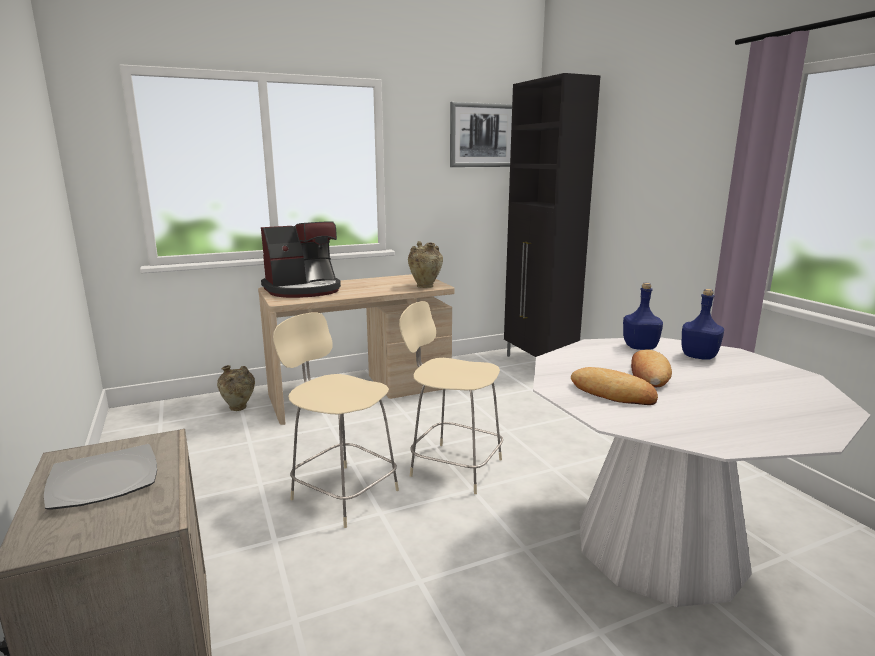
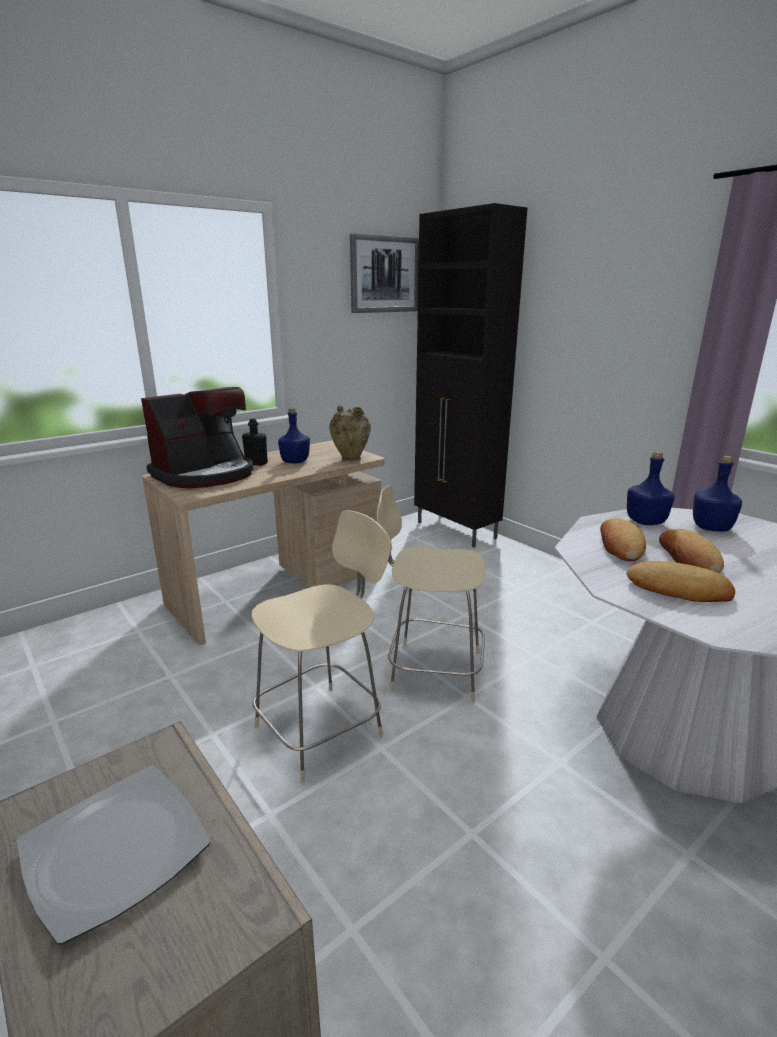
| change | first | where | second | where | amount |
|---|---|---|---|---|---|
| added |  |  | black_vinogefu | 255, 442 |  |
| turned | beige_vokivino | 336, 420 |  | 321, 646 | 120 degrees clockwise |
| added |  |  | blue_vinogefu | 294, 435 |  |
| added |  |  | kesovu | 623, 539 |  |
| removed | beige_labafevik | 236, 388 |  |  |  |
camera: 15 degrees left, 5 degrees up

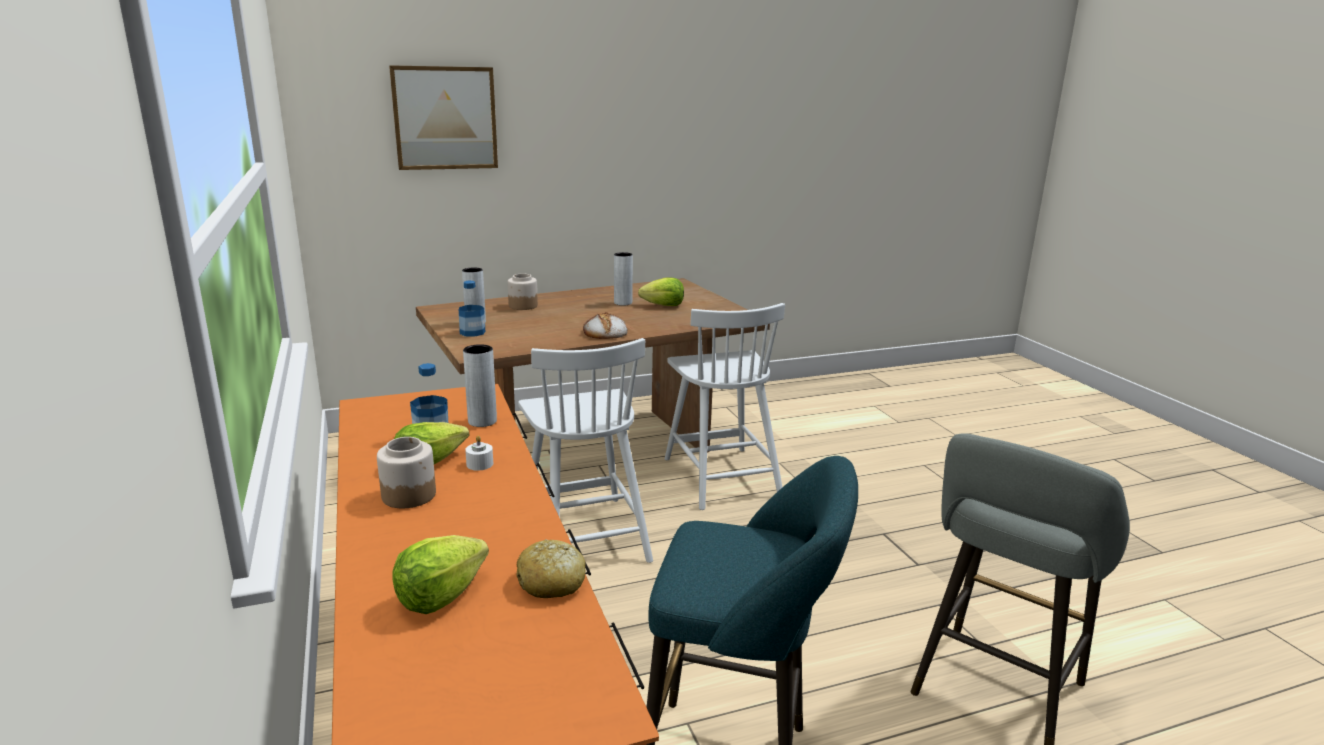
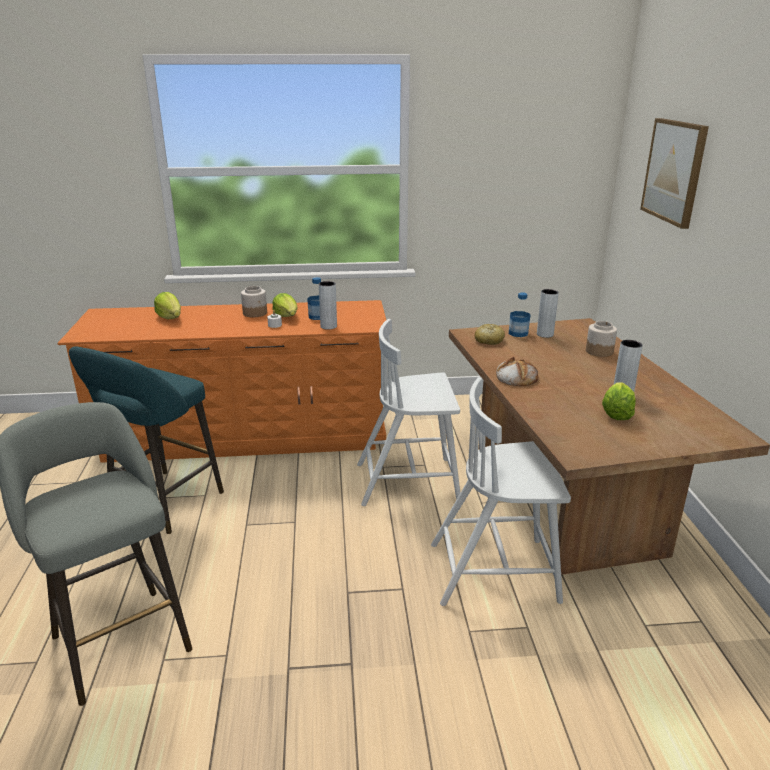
| change | first | where | second | where | amount |
|---|---|---|---|---|---|
| moved | kesovu | 551, 568 |  | 490, 334 |  |
camera: 105 degrees right, 5 degrees up

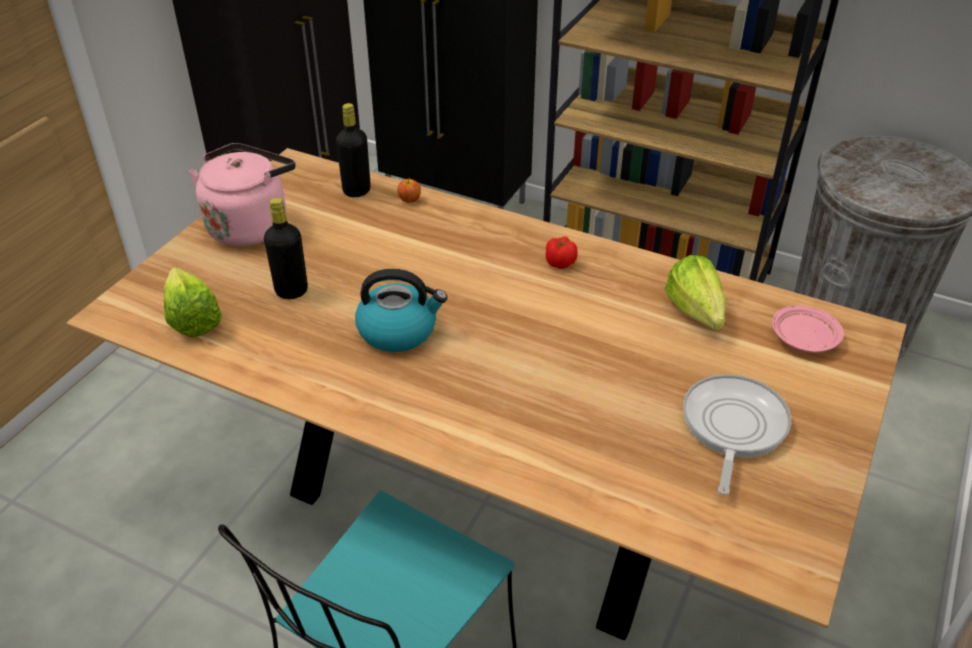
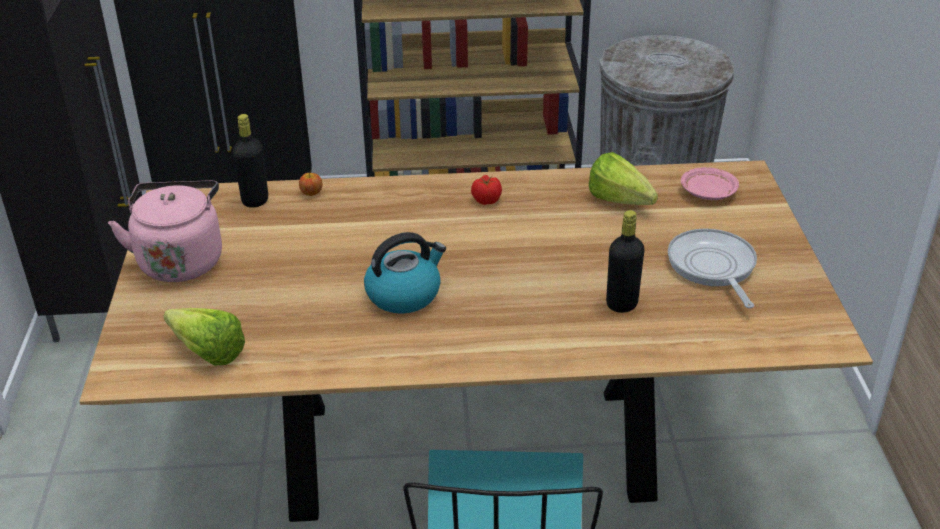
| change | first | where | second | where | amount |
|---|---|---|---|---|---|
| moved | black_vinogefu | 286, 248 |  | 625, 261 |  |
camera: 30 degrees left, 5 degrees down

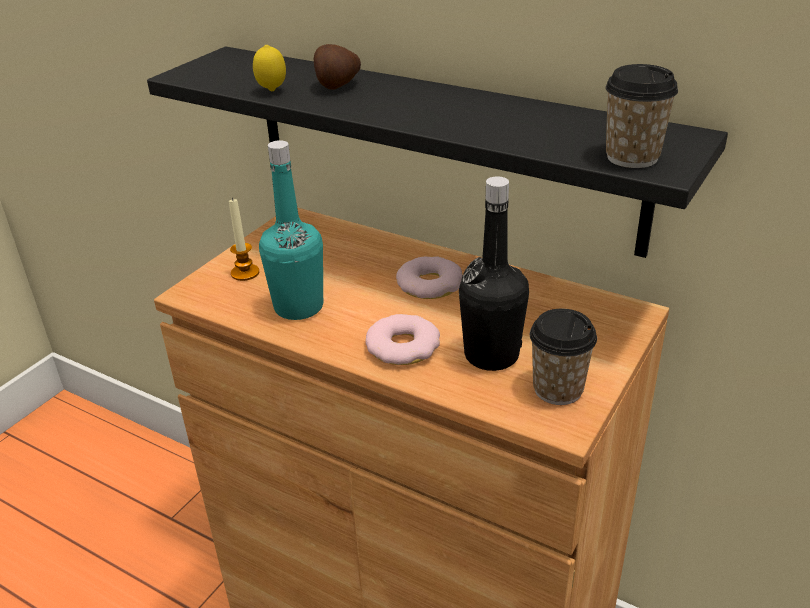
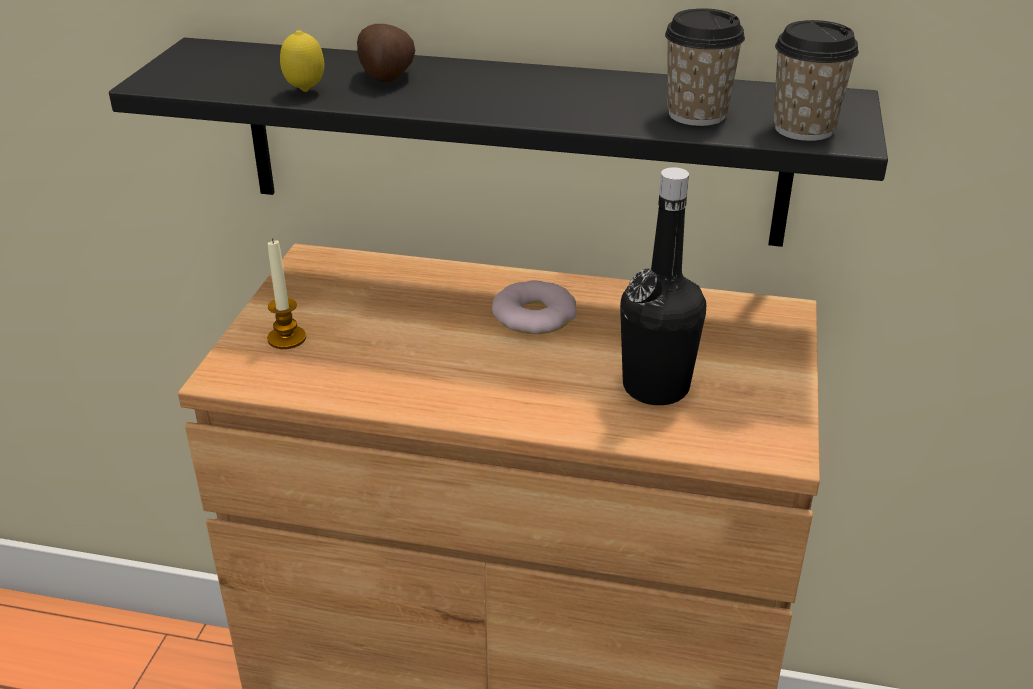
| change | first | where | second | where | amount |
|---|---|---|---|---|---|
| moved | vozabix | 563, 357 |  | 705, 67 |  |
| removed | turquoise_vinogefu | 291, 230 |  |  |  |
| removed | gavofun | 402, 339 |  |  |  |
camera: 20 degrees left, 0 degrees up

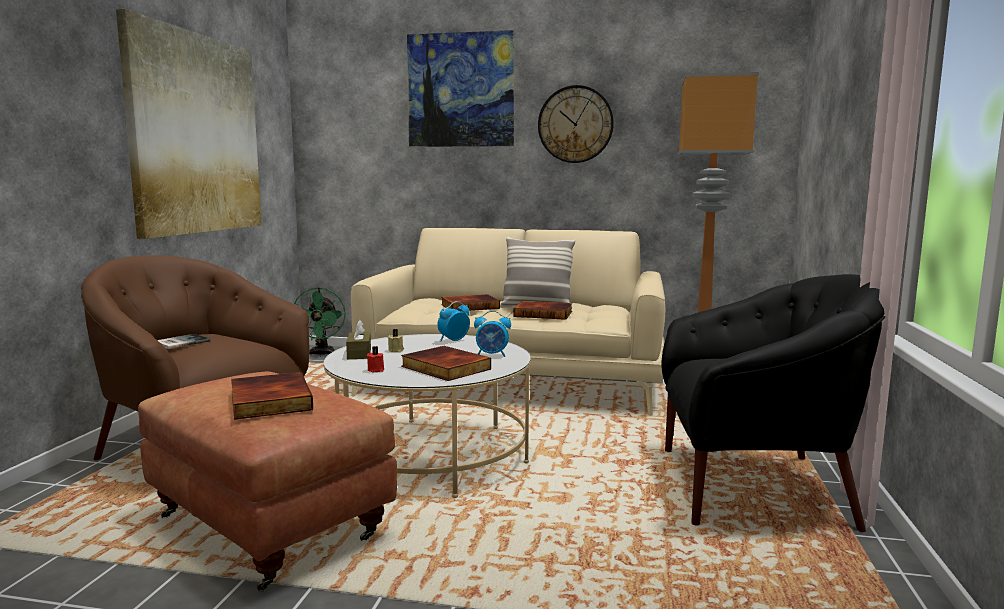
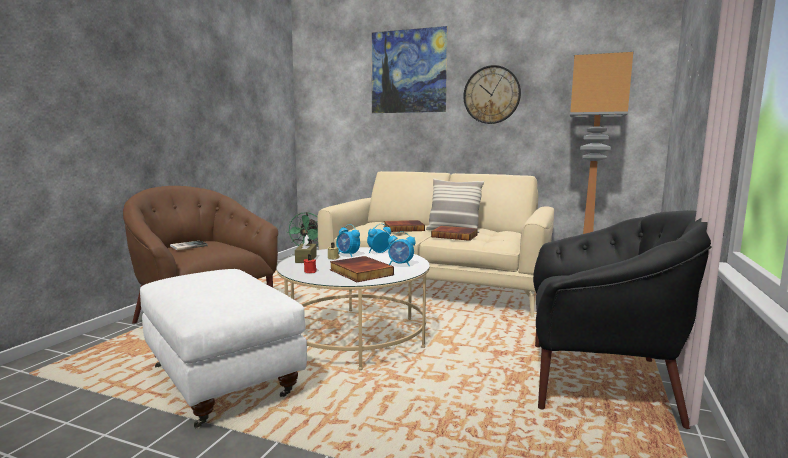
| change | first | where | second | where | amount |
|---|---|---|---|---|---|
| recoloured | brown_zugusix | 267, 482 | white_zugusix | 223, 349 |  |
| added |  |  | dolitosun | 348, 240 |  |
| removed | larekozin | 189, 124 |  |  |  |
| removed | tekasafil | 272, 396 |  |  |  |
camera: 10 degrees right, 0 degrees up

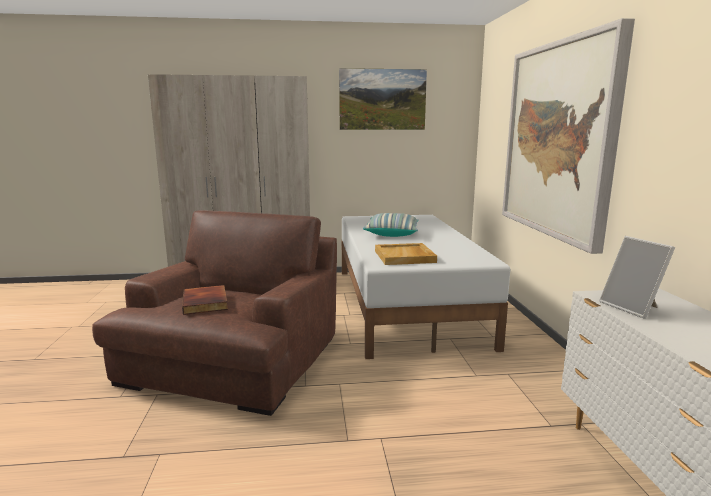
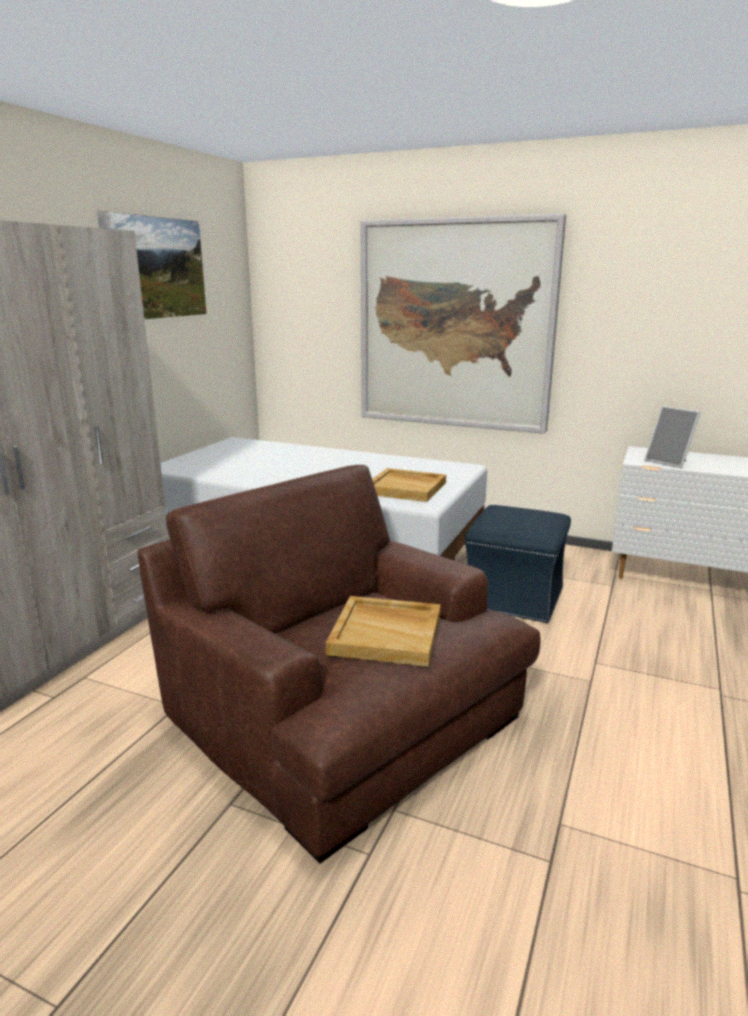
| change | first | where | second | where | amount |
|---|---|---|---|---|---|
| replaced | tekasafil | 205, 300 | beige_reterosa | 383, 631 |  |
| added |  |  | blue_zugusix | 518, 564 |  |
| turned | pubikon | 637, 277 |  | 672, 437 | 45 degrees clockwise |
| removed | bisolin | 391, 225 |  |  |  |
camera: 60 degrees left, 5 degrees up

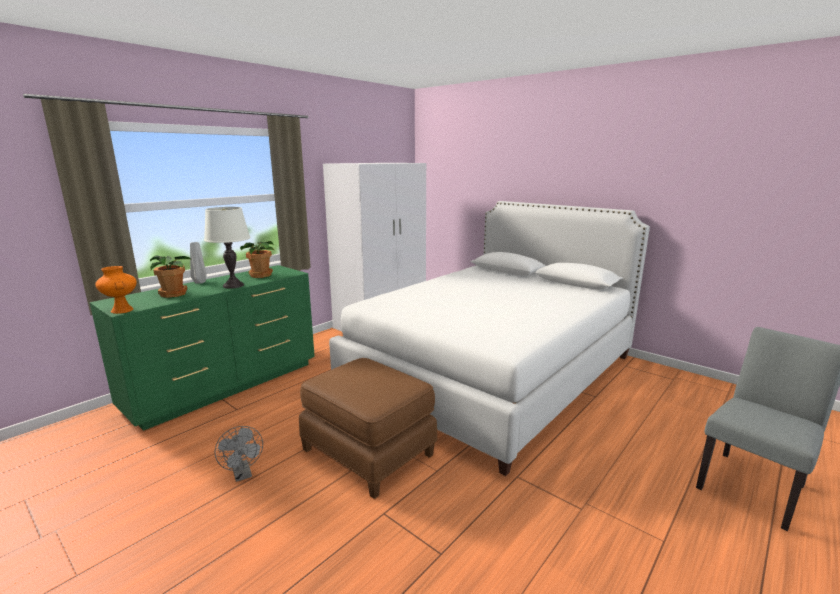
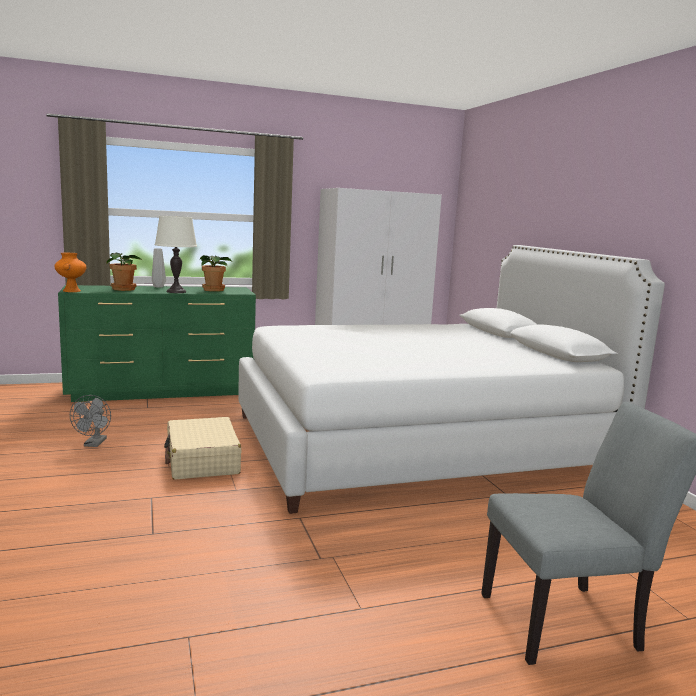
| change | first | where | second | where | amount |
|---|---|---|---|---|---|
| replaced | brown_zugusix | 368, 428 | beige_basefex | 203, 448 |  |
camera: 30 degrees right, 5 degrees down

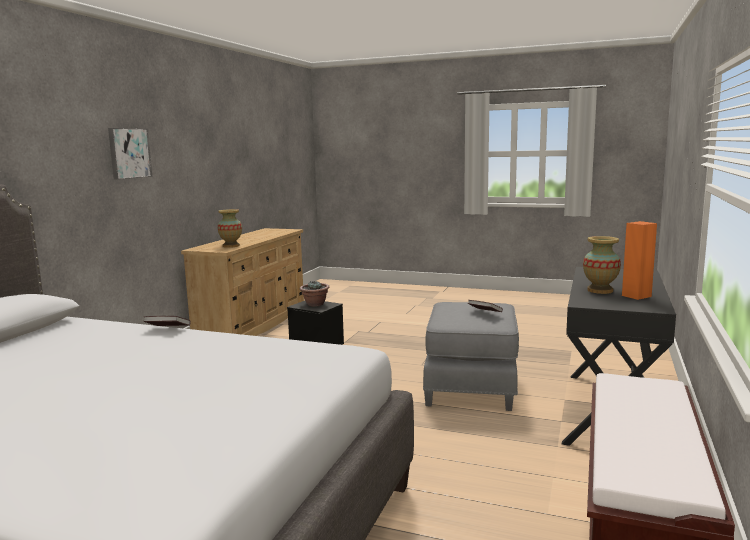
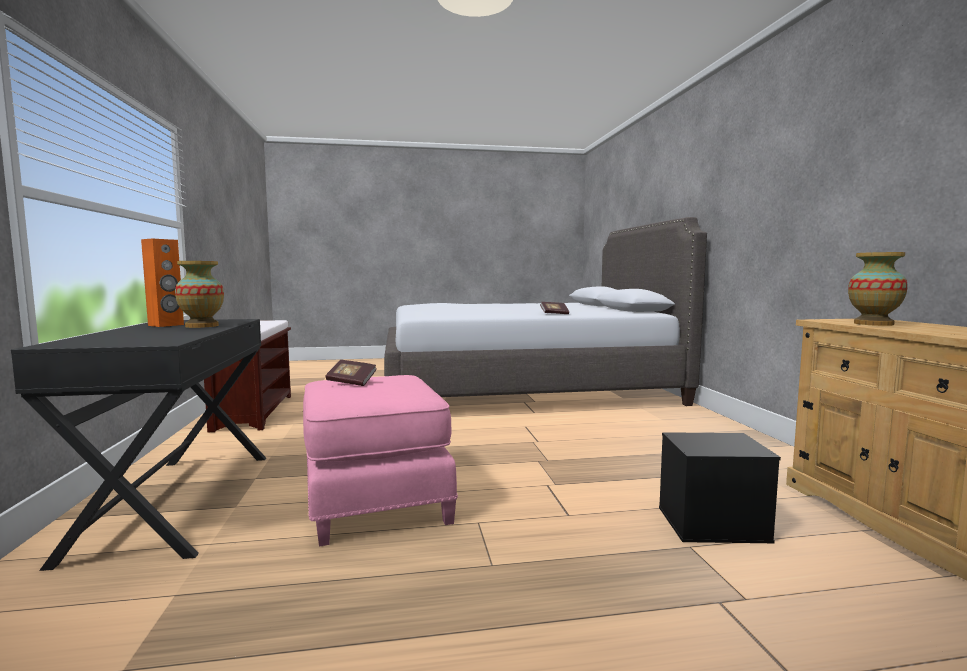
| change | first | where | second | where | amount |
|---|---|---|---|---|---|
| recoloured | grey_zugusix | 471, 356 | pink_zugusix | 380, 460 |  |
| removed | larekozin | 130, 154 |  |  |  |
| removed | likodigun | 314, 294 |  |  |  |
camera: 150 degrees right, 5 degrees down

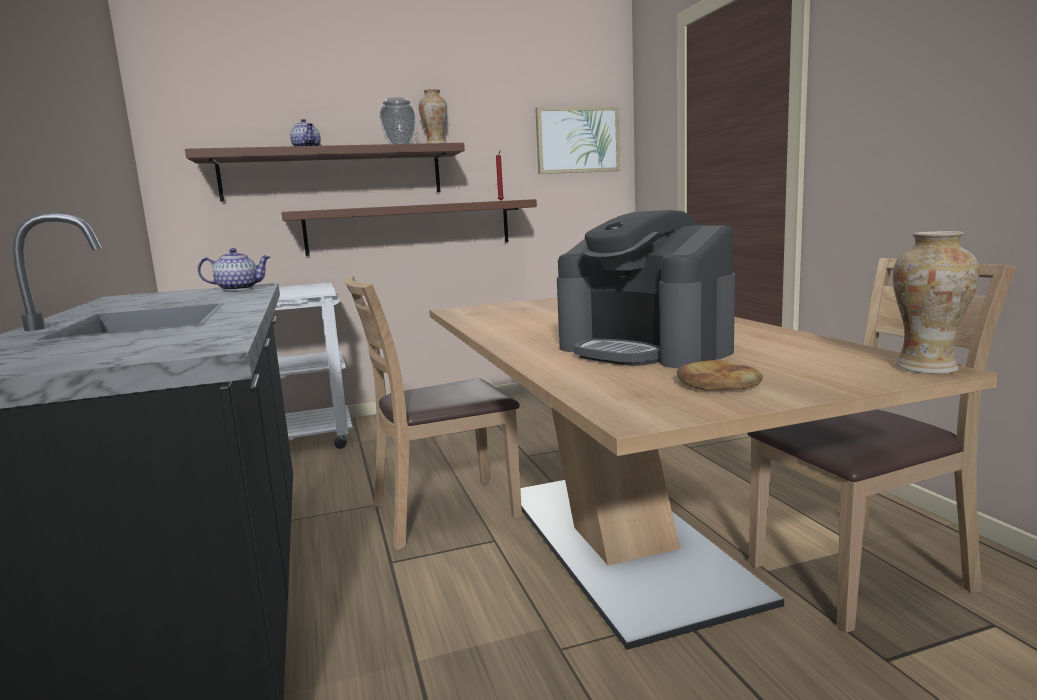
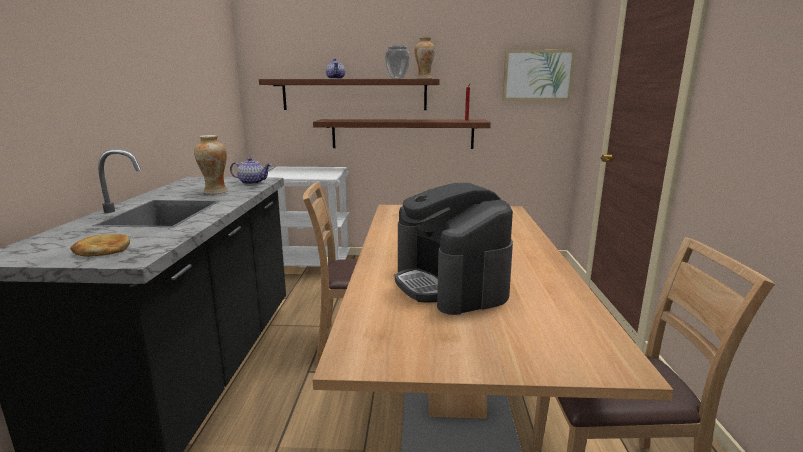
| change | first | where | second | where | amount |
|---|---|---|---|---|---|
| moved | kesovu | 720, 375 |  | 100, 245 |  |
| moved | labafevik | 936, 302 |  | 211, 164 |  |
camera: 20 degrees right, 5 degrees up

